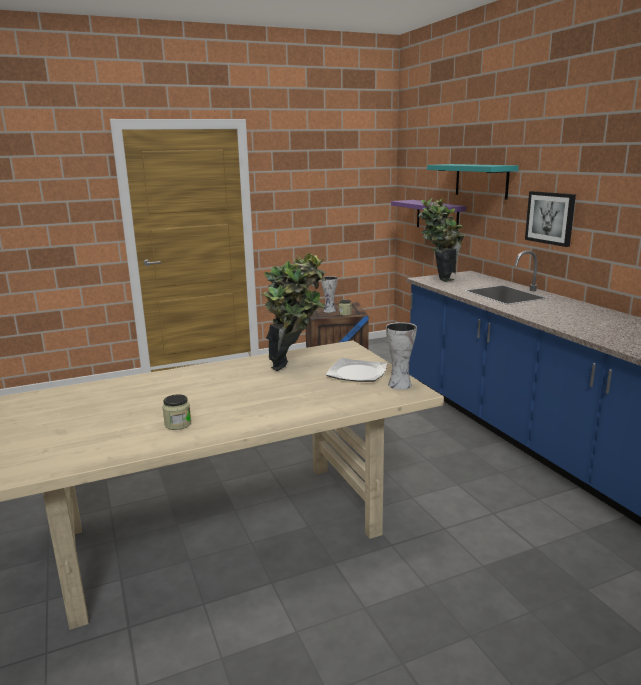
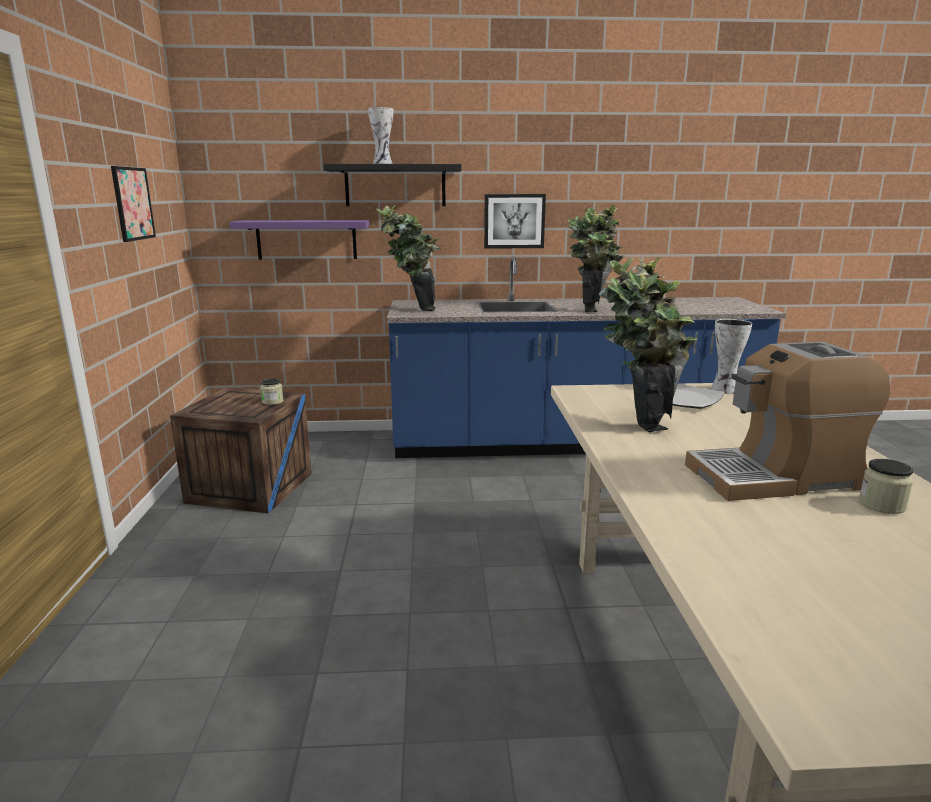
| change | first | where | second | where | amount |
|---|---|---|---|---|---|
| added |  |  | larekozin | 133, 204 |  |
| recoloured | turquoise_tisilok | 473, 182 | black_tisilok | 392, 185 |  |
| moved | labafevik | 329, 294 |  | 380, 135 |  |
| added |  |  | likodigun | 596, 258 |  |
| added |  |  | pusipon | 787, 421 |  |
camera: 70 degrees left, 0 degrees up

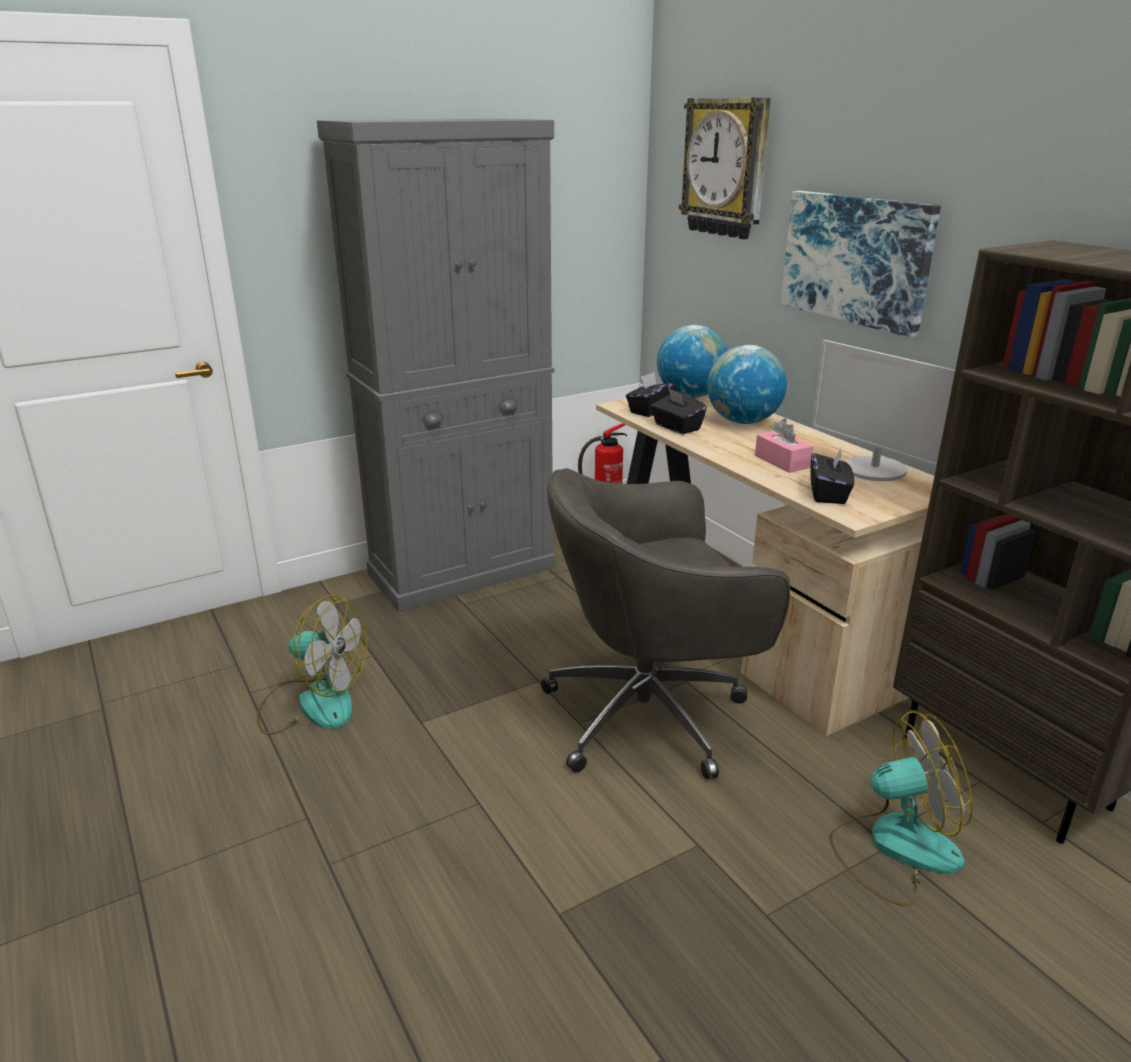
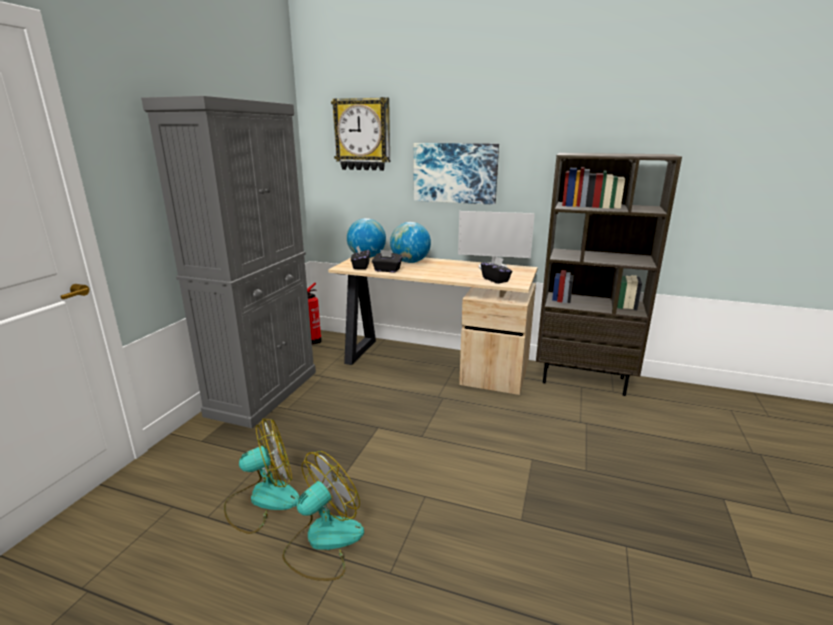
| change | first | where | second | where | amount |
|---|---|---|---|---|---|
| moved | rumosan | 901, 808 |  | 323, 516 |  |
| removed | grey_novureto | 665, 623 |  |  |  |
| removed | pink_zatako | 784, 446 |  |  |  |
camera: 40 degrees left, 5 degrees down

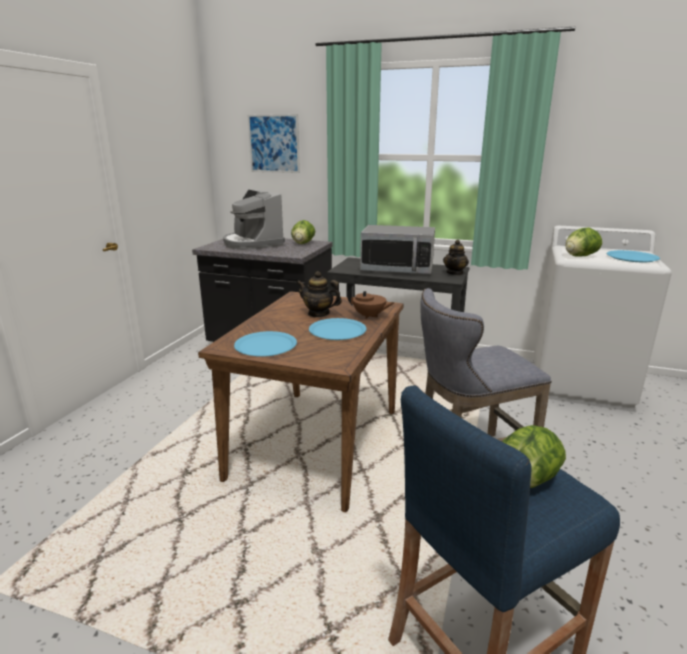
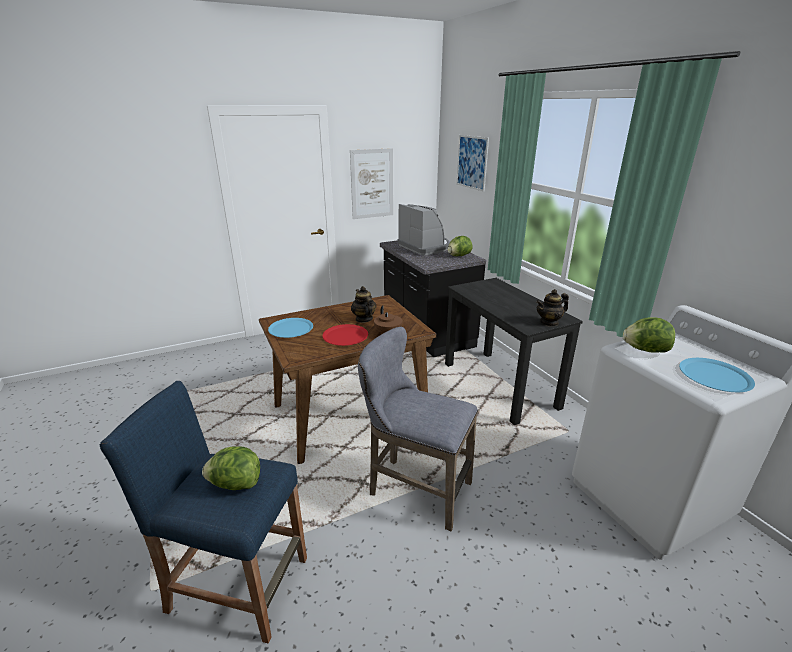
| change | first | where | second | where | amount |
|---|---|---|---|---|---|
| recoloured | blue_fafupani | 337, 329 | red_fafupani | 345, 335 |  |
| added |  |  | larekozin | 371, 183 |  |
| turned | pusipon | 254, 220 |  | 424, 229 | 135 degrees clockwise |
| removed | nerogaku | 397, 249 |  |  |  |
camera: 45 degrees right, 5 degrees up

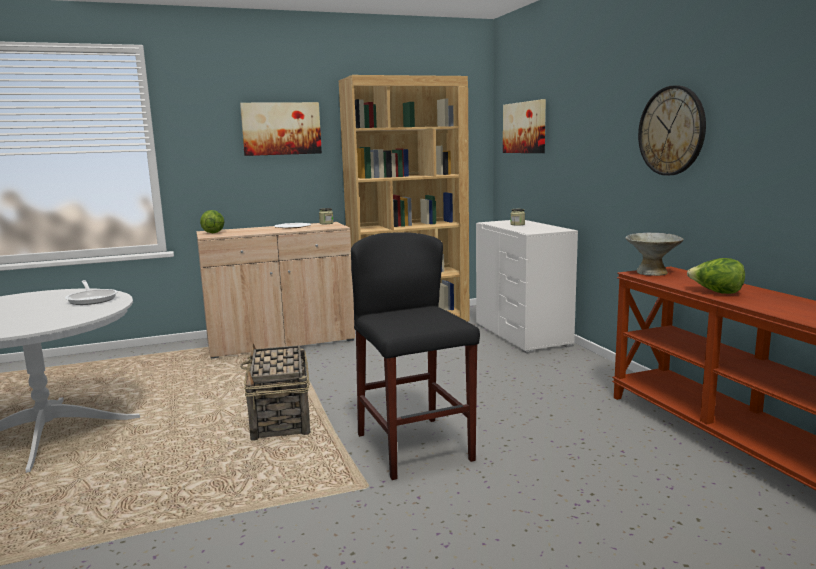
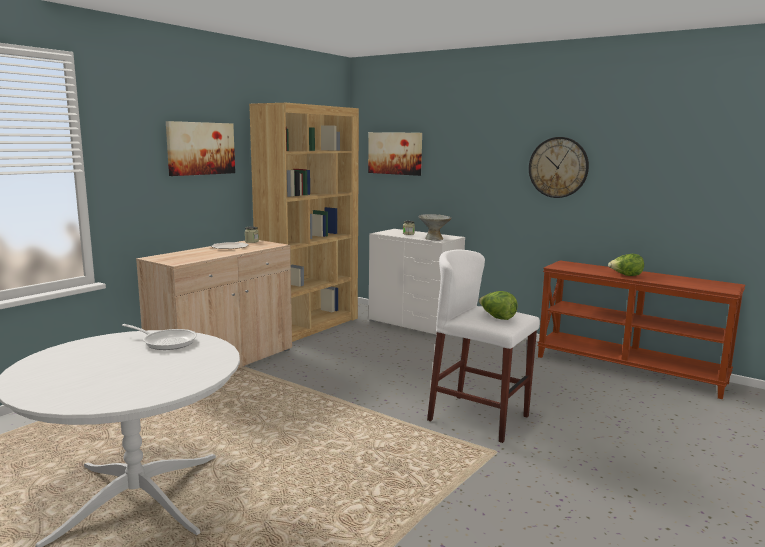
| change | first | where | second | where | amount |
|---|---|---|---|---|---|
| moved | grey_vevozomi | 654, 254 |  | 435, 227 |  |
| recoloured | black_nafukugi | 415, 356 | white_nafukugi | 483, 346 |  |
| moved | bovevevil | 212, 221 |  | 498, 305 |  |
| removed | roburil | 275, 391 |  |  |  |
camera: 35 degrees left, 0 degrees up

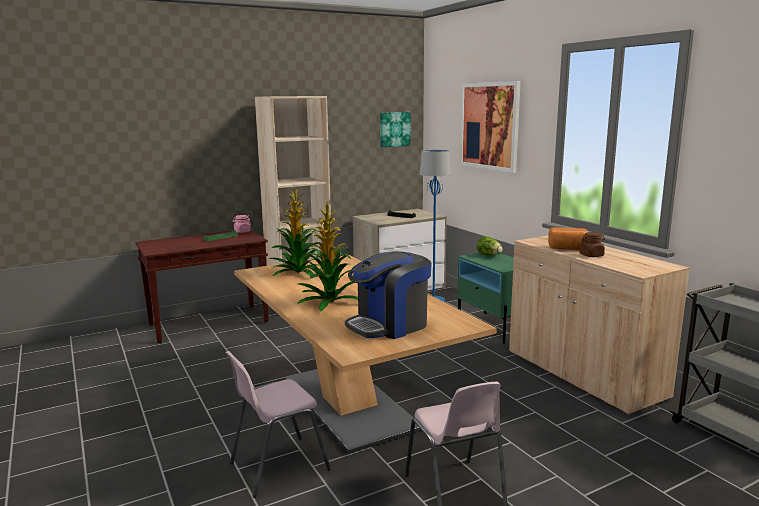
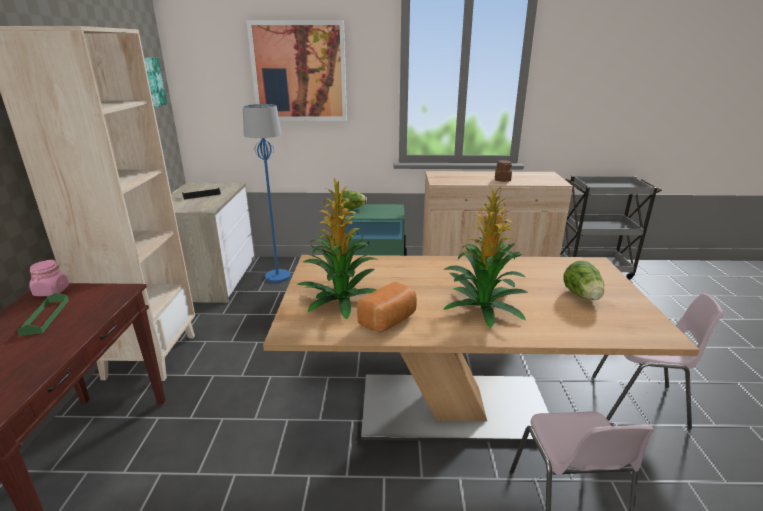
| change | first | where | second | where | amount |
|---|---|---|---|---|---|
| moved | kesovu | 568, 239 |  | 387, 306 |  |
| replaced | pusipon | 388, 295 | bovevevil | 583, 280 |  |
camera: 60 degrees left, 10 degrees up

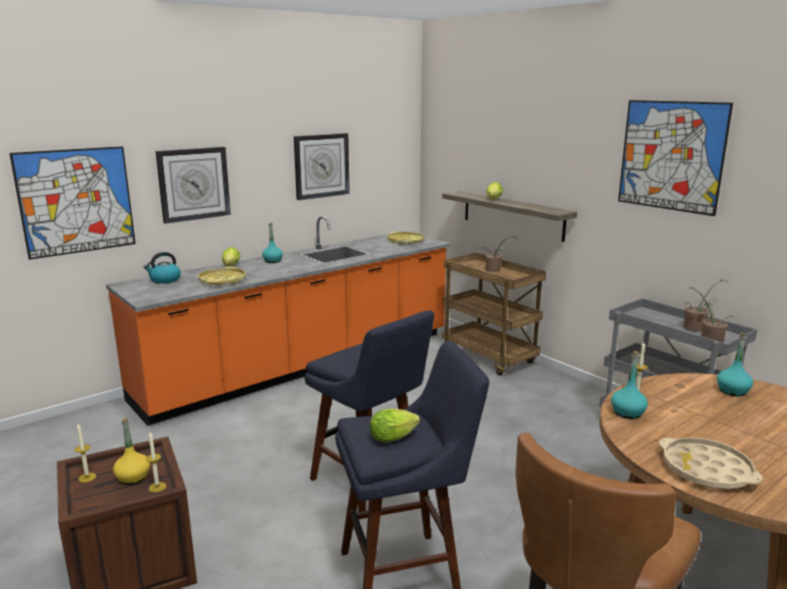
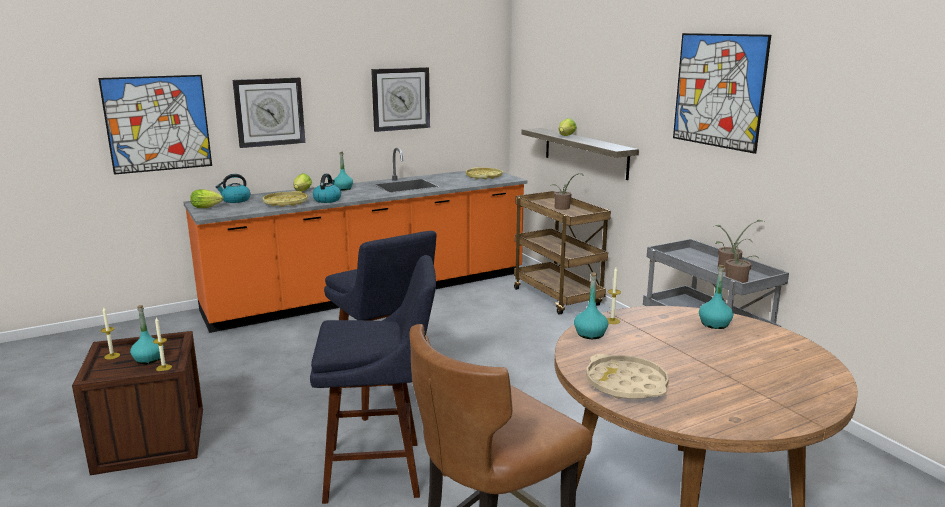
| change | first | where | second | where | amount |
|---|---|---|---|---|---|
| recoloured | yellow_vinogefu | 131, 451 | turquoise_vinogefu | 147, 334 |  |
| moved | bovevevil | 395, 425 |  | 206, 198 |  |
| added |  |  | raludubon | 327, 188 |  |
camera: 10 degrees right, 0 degrees up

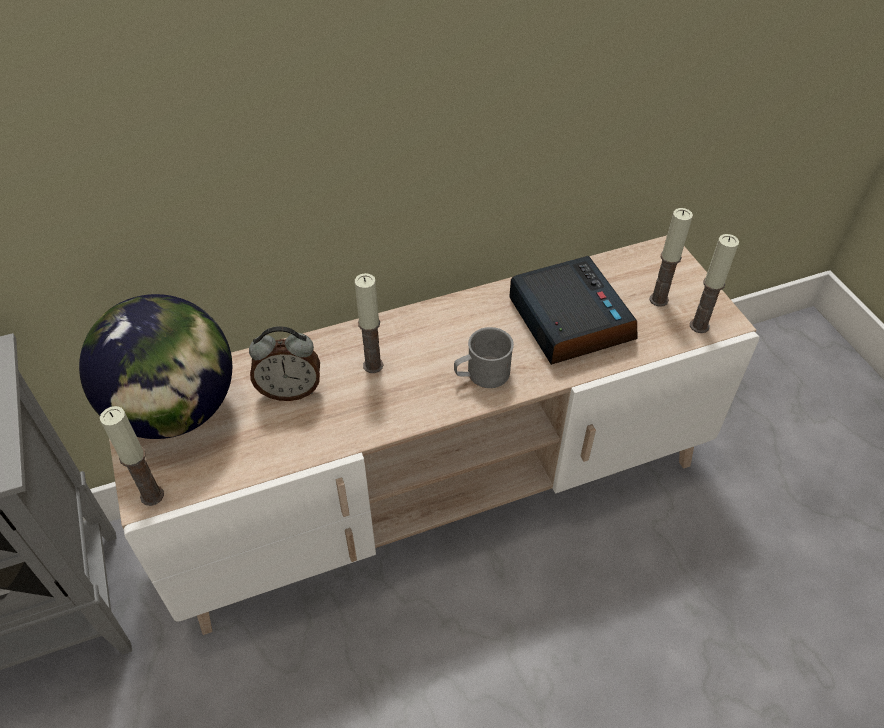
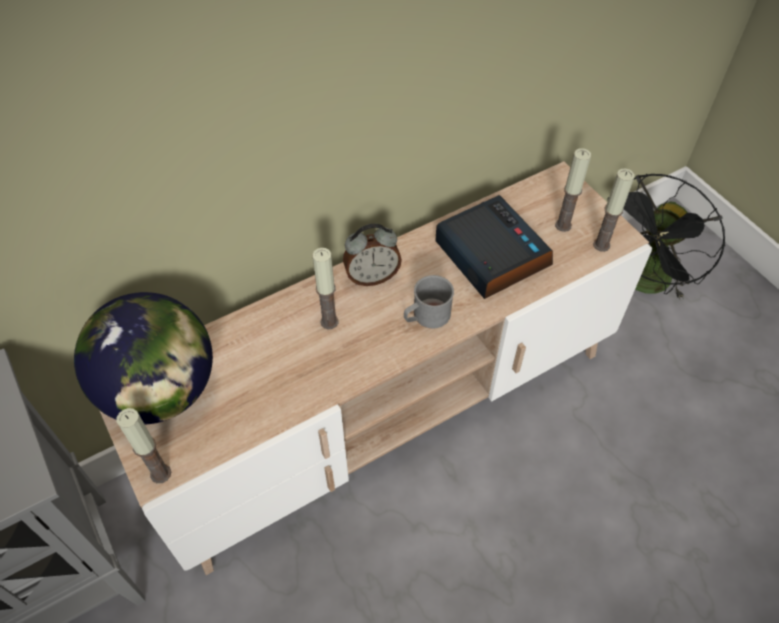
| change | first | where | second | where | amount |
|---|---|---|---|---|---|
| moved | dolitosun | 284, 363 |  | 372, 255 |  |
| added |  |  | black_rumosan | 666, 237 |  |
camera: 10 degrees left, 5 degrees up

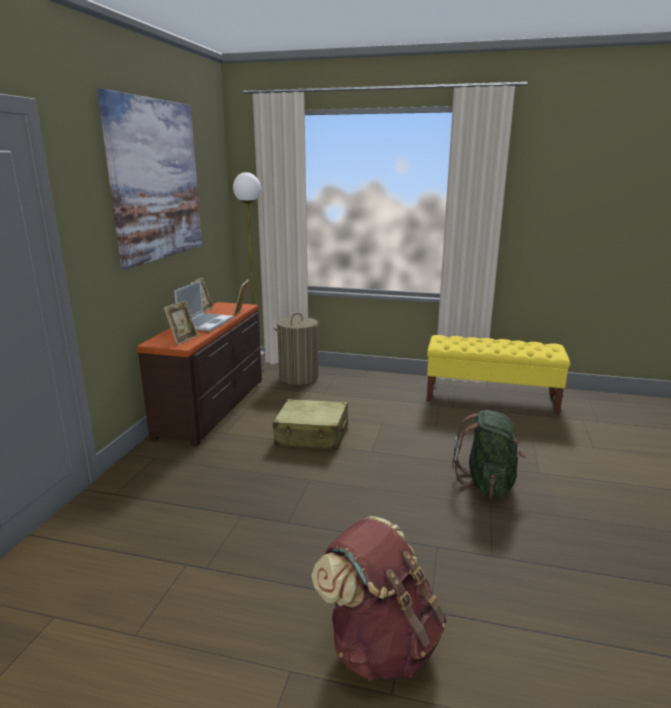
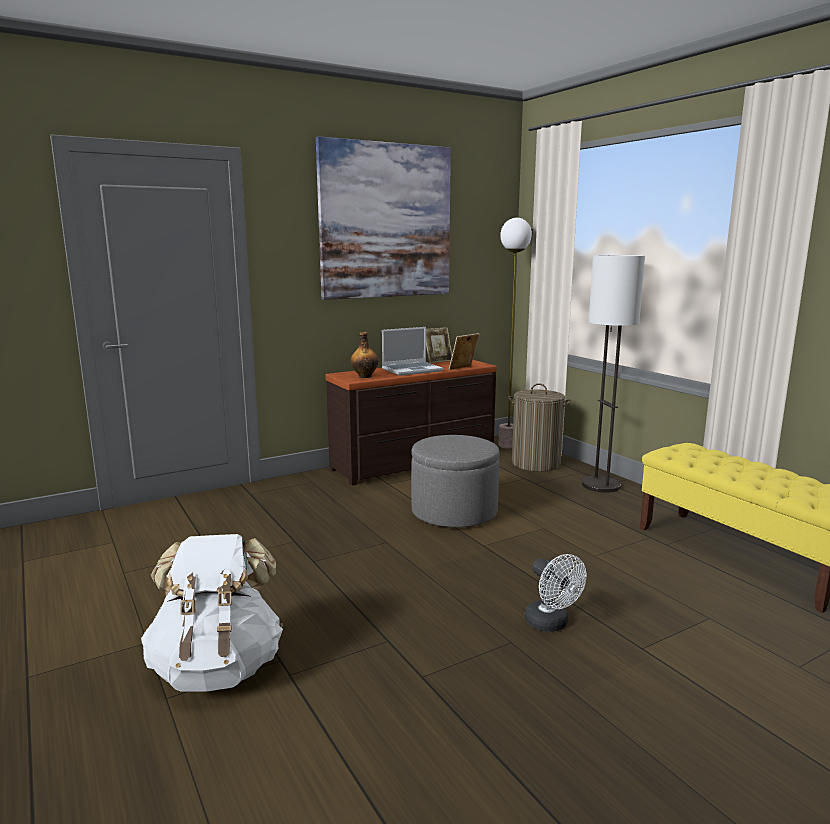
| change | first | where | second | where | amount |
|---|---|---|---|---|---|
| recoloured | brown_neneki | 379, 598 | white_neneki | 212, 613 |  |
| replaced | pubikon | 181, 322 | vinogefu | 364, 355 |  |
| replaced | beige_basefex | 310, 424 | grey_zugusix | 455, 481 |  |
| replaced | green_neneki | 489, 453 | white_rumosan | 556, 593 |  |
| added |  |  | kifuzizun | 613, 374 |  |
camera: 45 degrees right, 5 degrees down

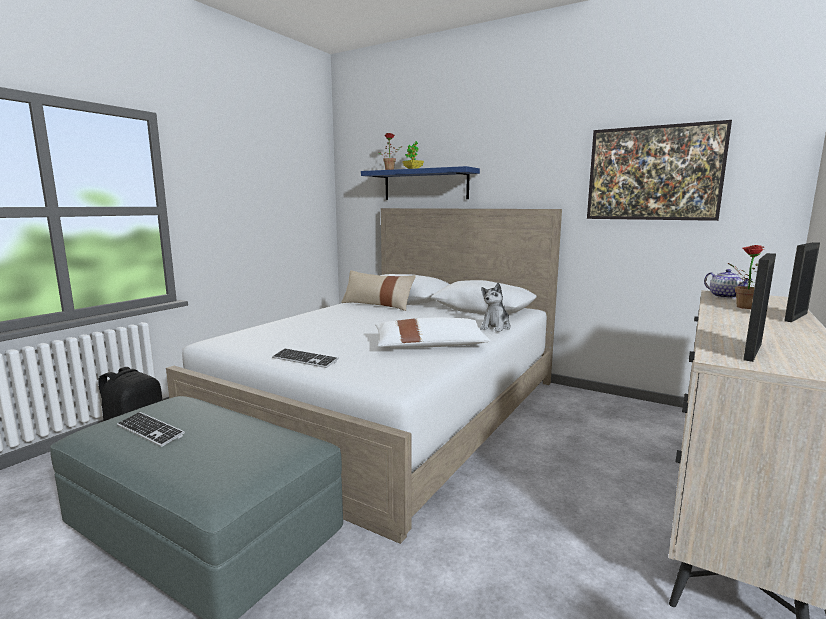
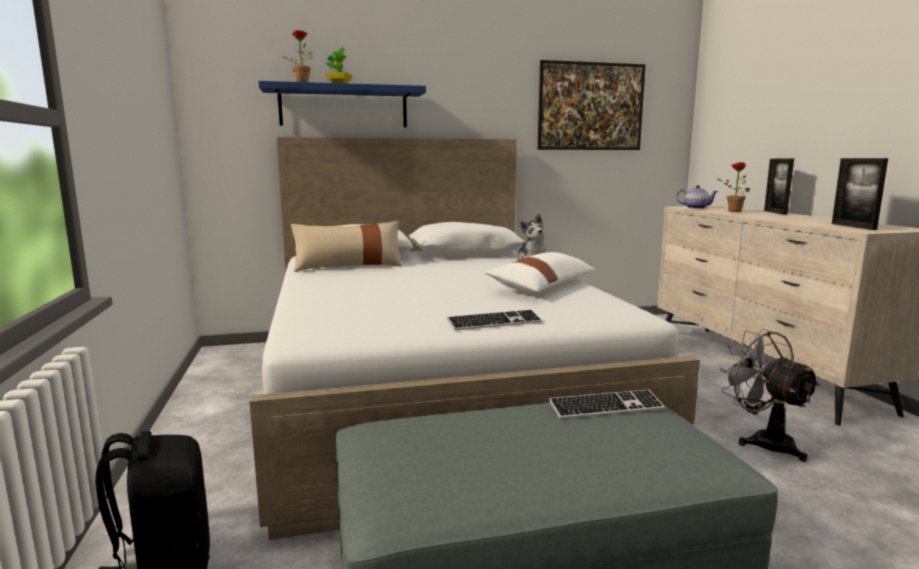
| change | first | where | second | where | amount |
|---|---|---|---|---|---|
| moved | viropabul | 151, 429 |  | 606, 404 |  |
| added |  |  | grey_rumosan | 770, 395 |  |
camera: 45 degrees left, 0 degrees up

